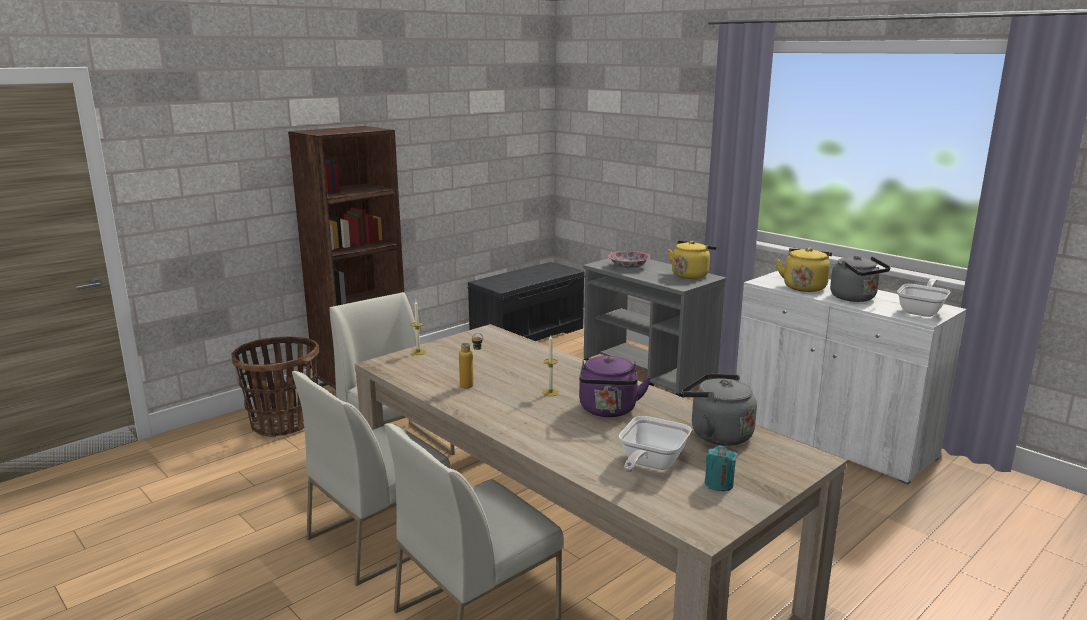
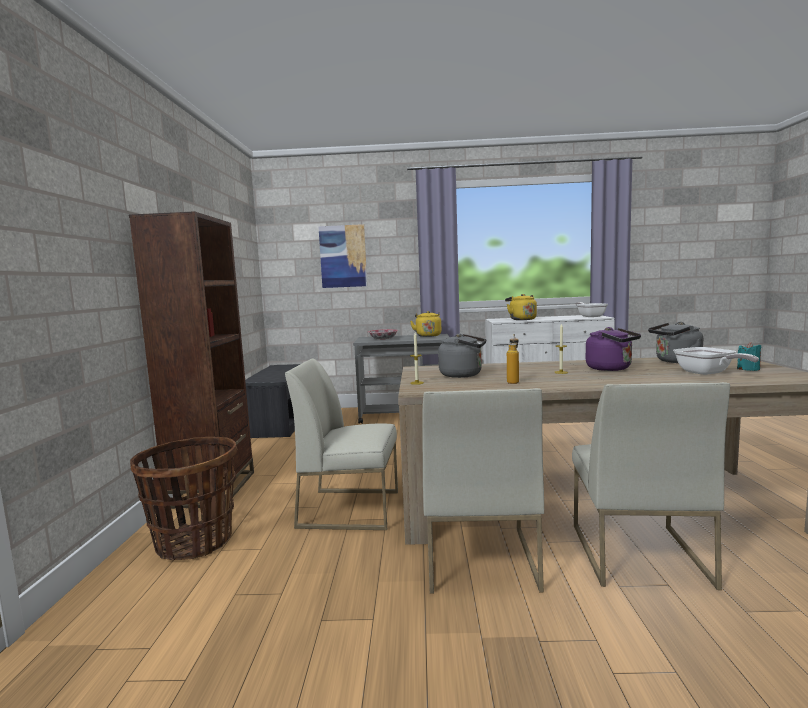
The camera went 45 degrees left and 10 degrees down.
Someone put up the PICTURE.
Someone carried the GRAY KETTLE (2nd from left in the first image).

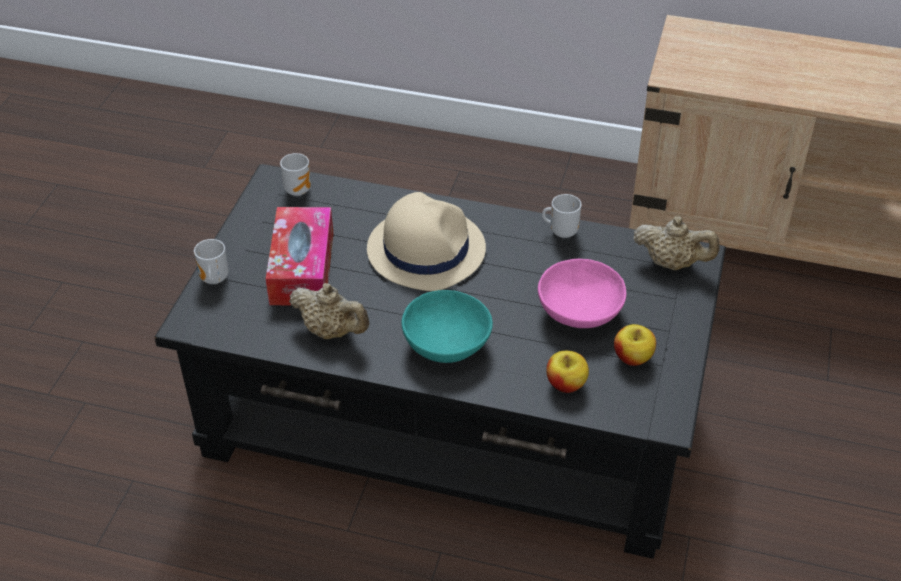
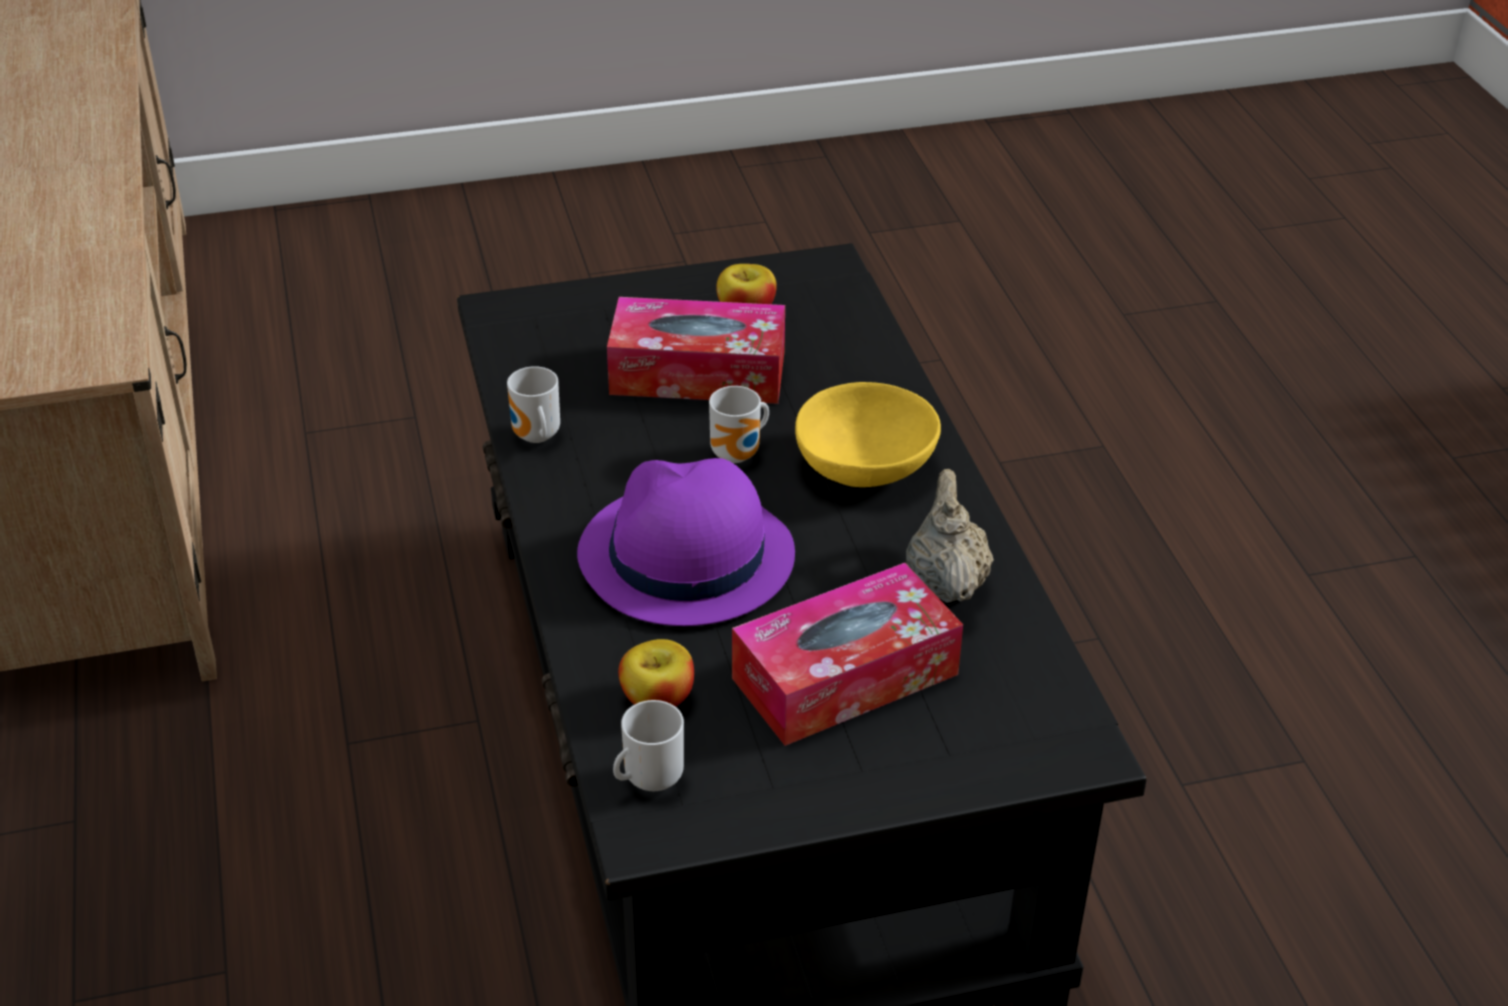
The camera went 120 degrees left and 5 degrees down.
Someone repainted the BEIGE-COLOURED HAT, which became the PURPLISH HAT.
Someone swapped the PINK DEEP DISH for the TISSUE HOLDER (1st from left).
Someone carried the APPLE (1st from left).
Someone carried the TEA MUG (1st from left in the first image).
Someone repainted the BLUE-GREEN DEEP DISH, which became the YELLOW DEEP DISH.
Someone took away the BEIGE-COLOURED TEAPOT (2nd from left).

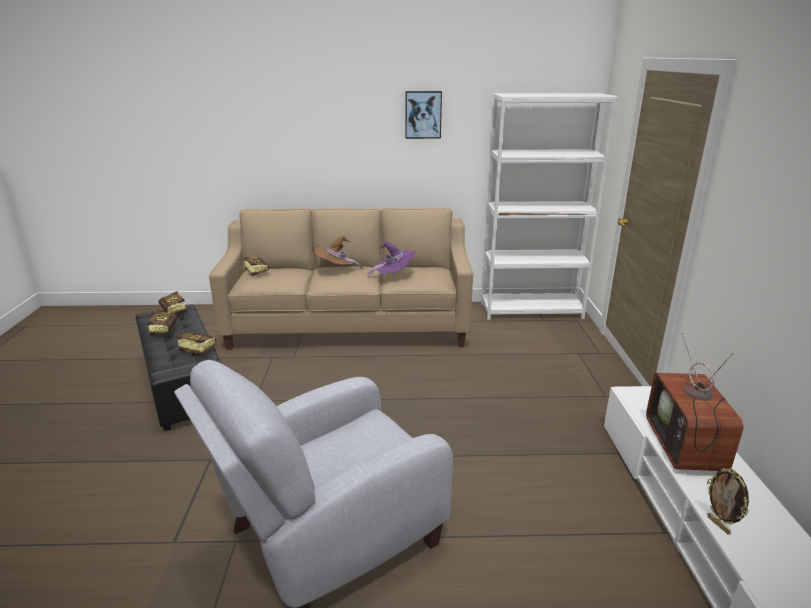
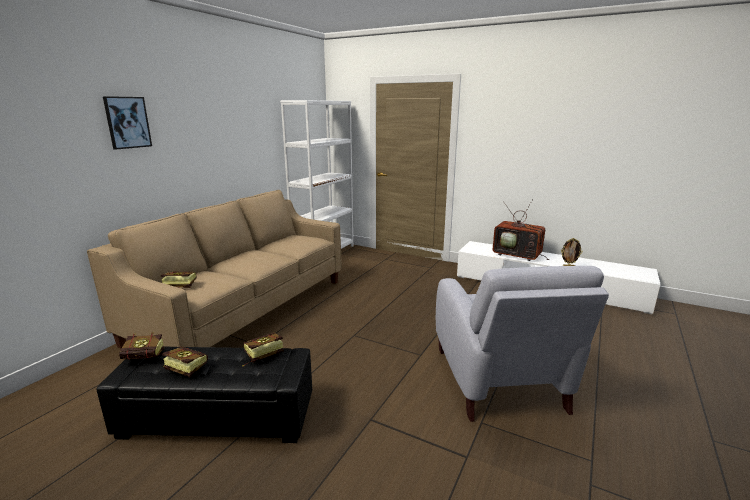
The camera went 60 degrees left and 5 degrees down.
Someone carried the PICTURE.
Someone took away the BROWNISH HAT.
Someone took away the PURPLISH HAT.

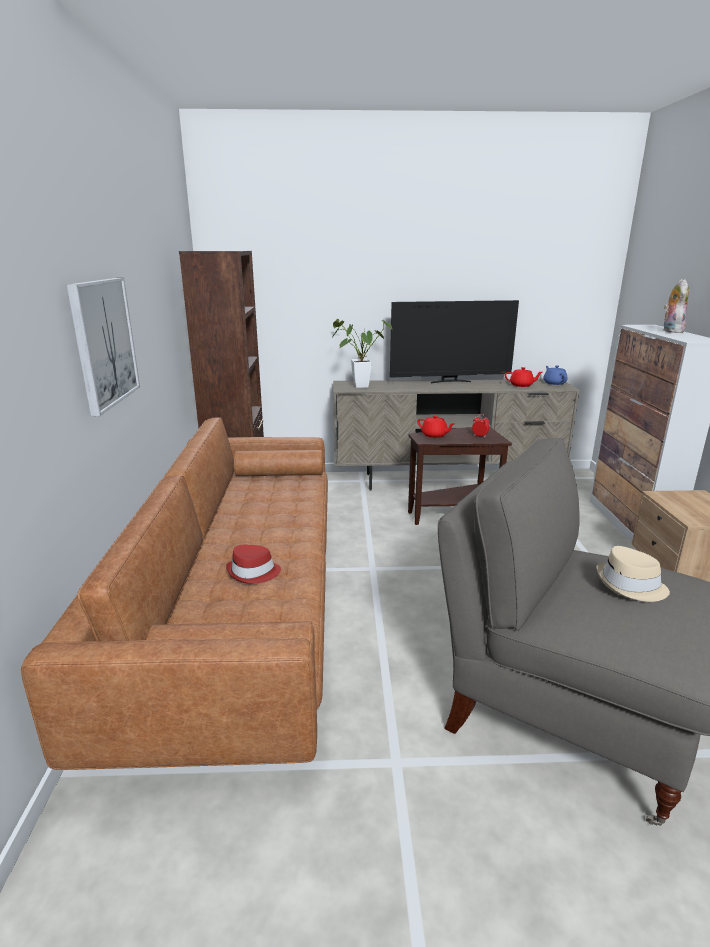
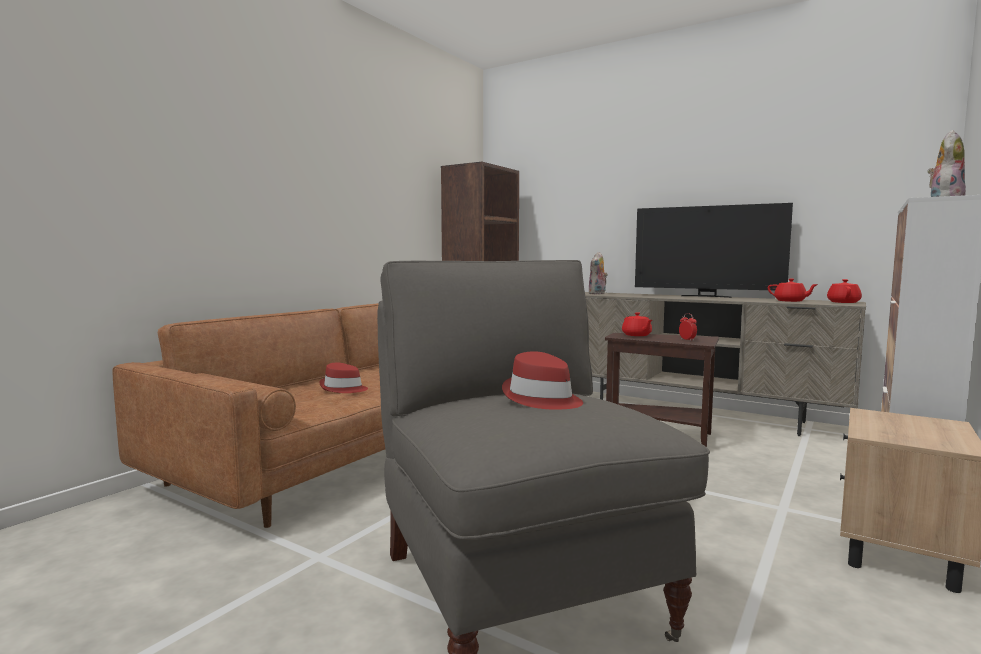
The camera went 35 degrees right and 15 degrees down.
Someone repainted the BEIGE-COLOURED HAT, which became the RED HAT (2nd from left).
Someone swapped the POTTED PLANT for the SOFT TOY (1st from left).
Someone repainted the BLUISH TEAPOT, which became the RED TEAPOT (3rd from left).
Someone took away the PICTURE.

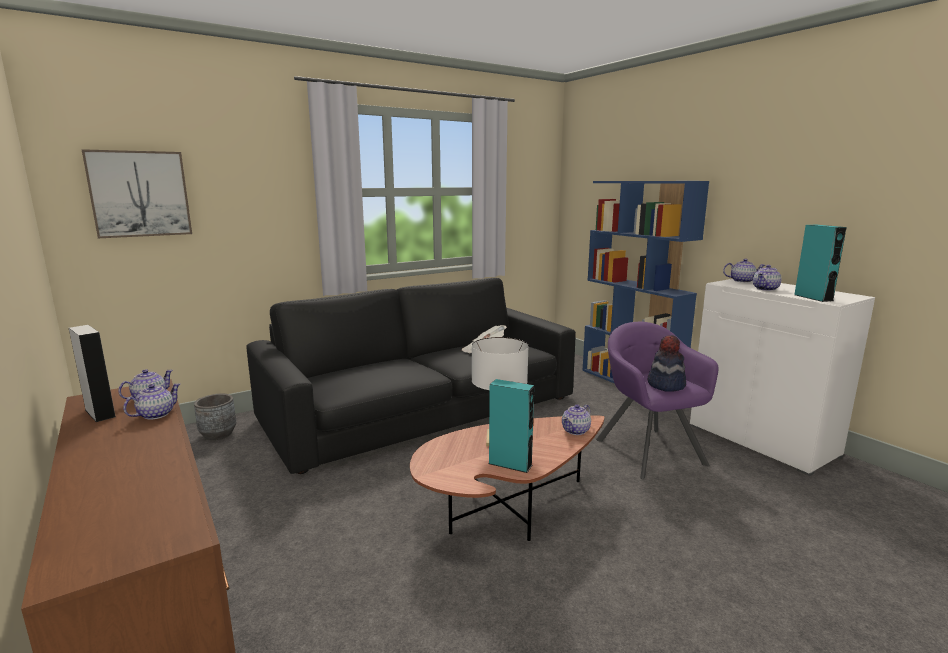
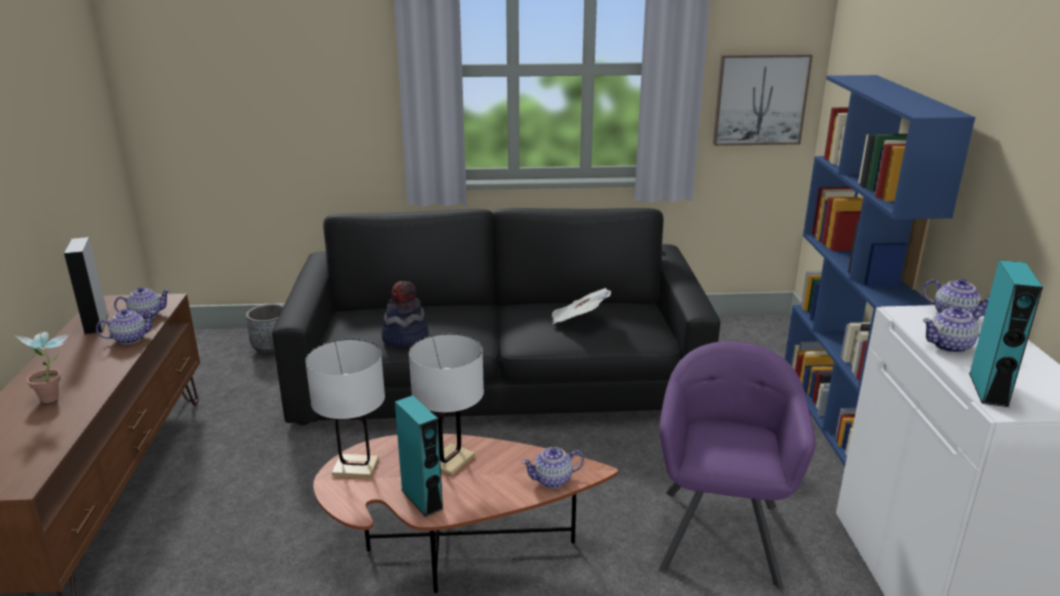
The camera went 30 degrees right and 10 degrees up.
Someone put down the POTTED PLANT.
Someone put down the WHITE TABLE LAMP (1st from left).
Someone carried the HAT.
Someone carried the PICTURE.

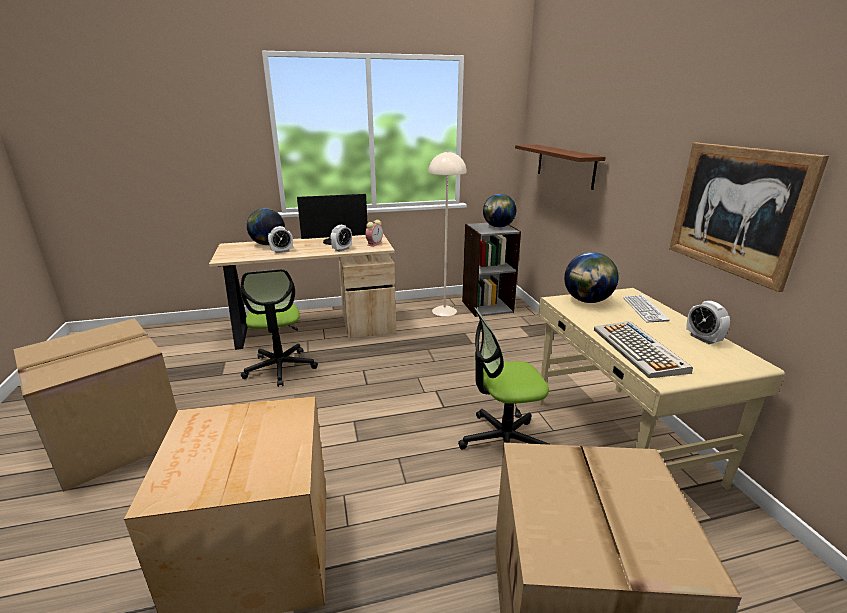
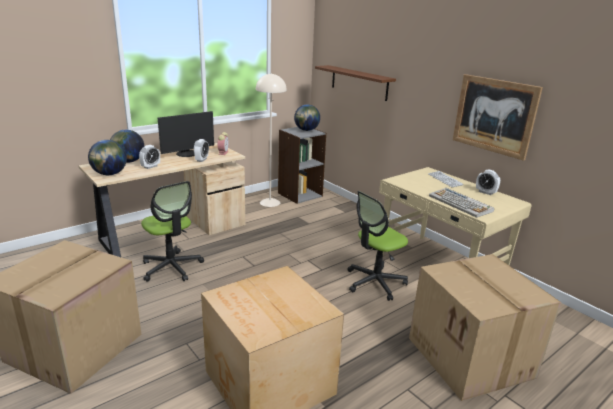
The camera went 25 degrees left and 0 degrees up.
Someone carried the DESK GLOBE (3rd from left in the first image).

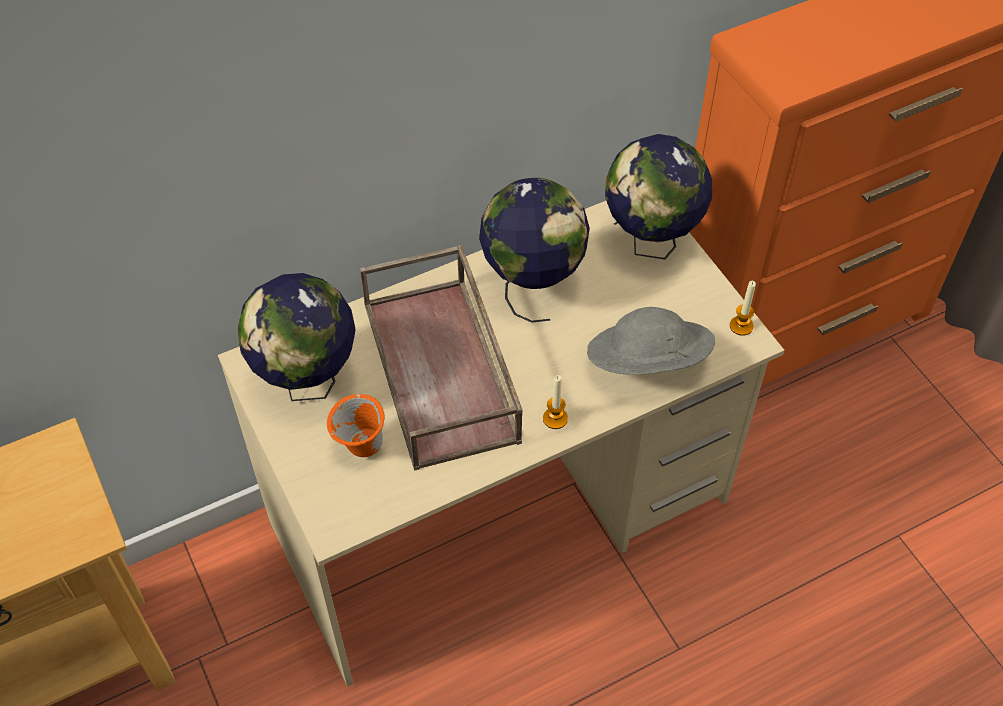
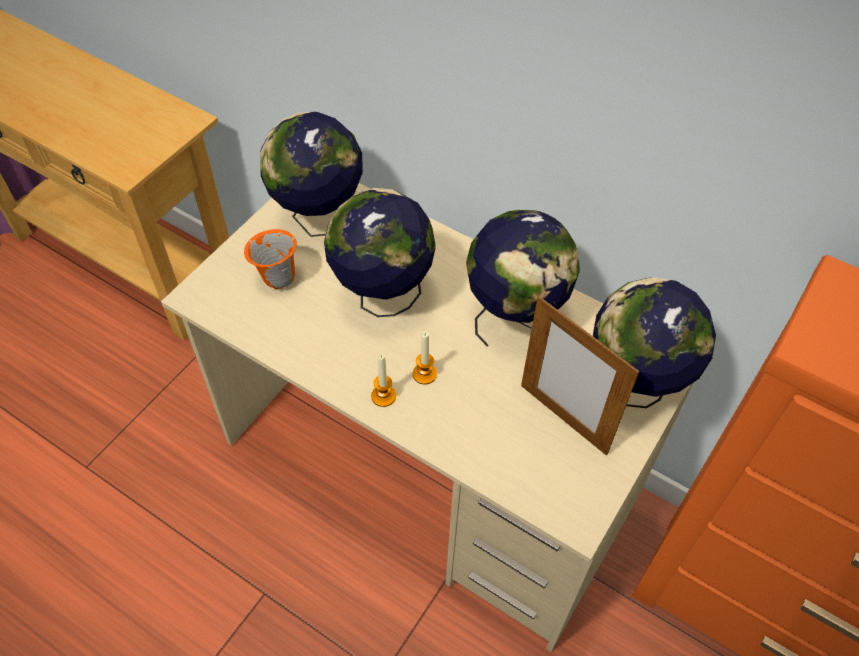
The camera went 60 degrees right and 0 degrees up.
Someone swapped the BROWNISH TRAY for the DESK GLOBE (2nd from left).
Someone carried the WAX LIGHT (2nd from left).
Someone put down the PHOTO FRAME.
Someone took away the GRAY HAT.

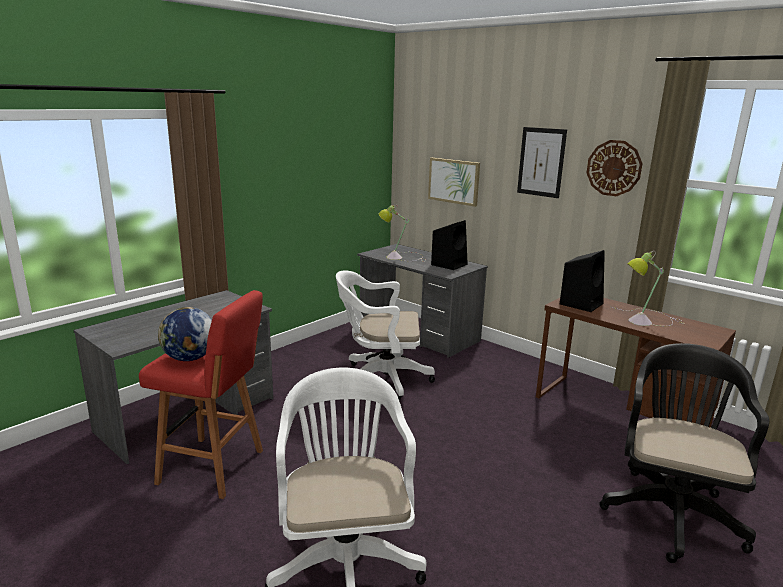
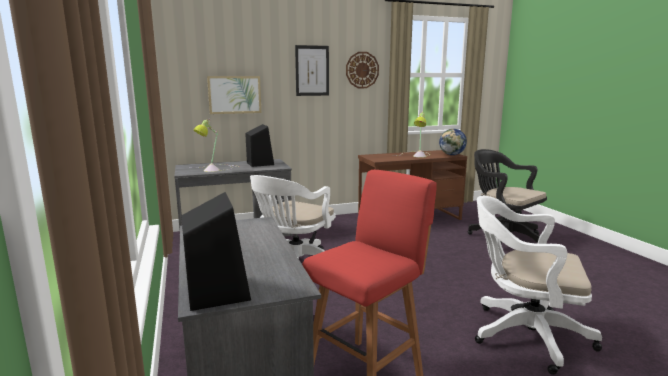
The camera went 60 degrees left and 5 degrees down.
Someone carried the BLACK-COLOURED LOUDSPEAKER (2nd from left in the first image).
Someone carried the DESK GLOBE.

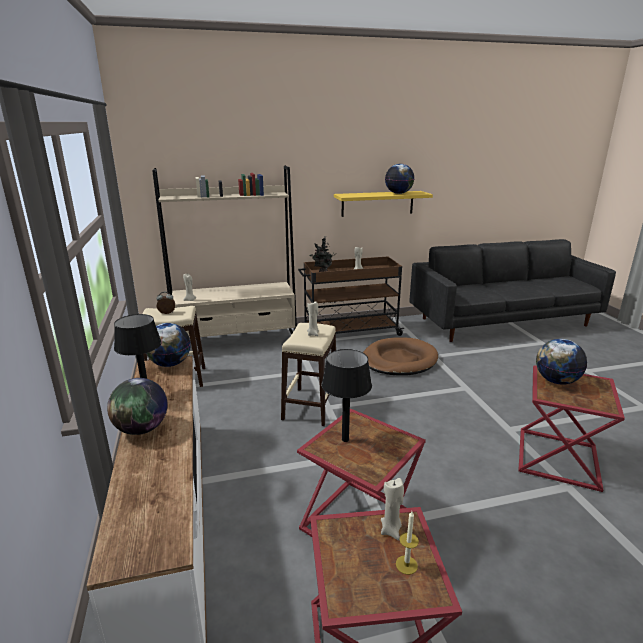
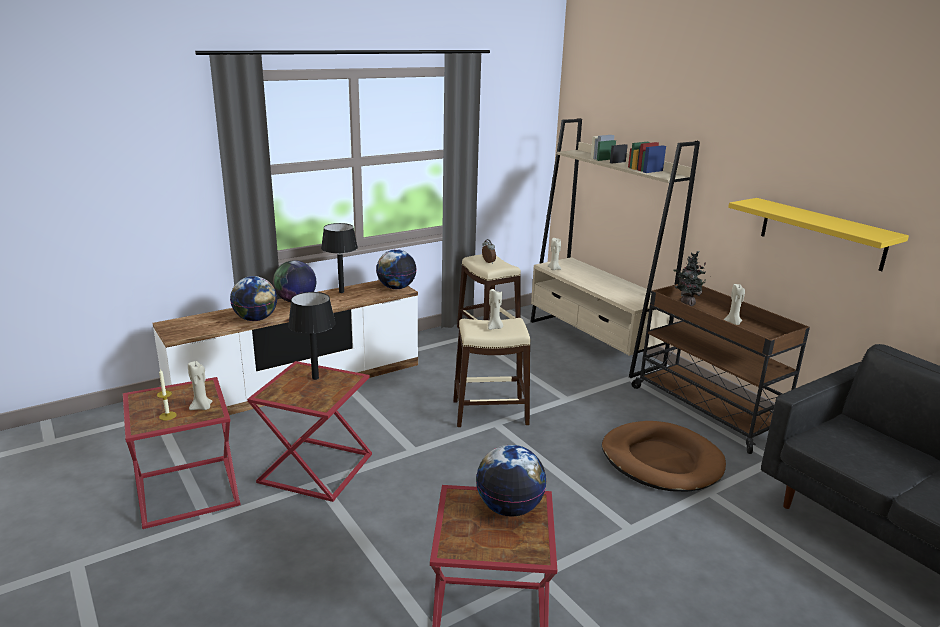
The camera went 70 degrees right and 0 degrees up.
Someone carried the DESK GLOBE (3rd from left in the first image).

